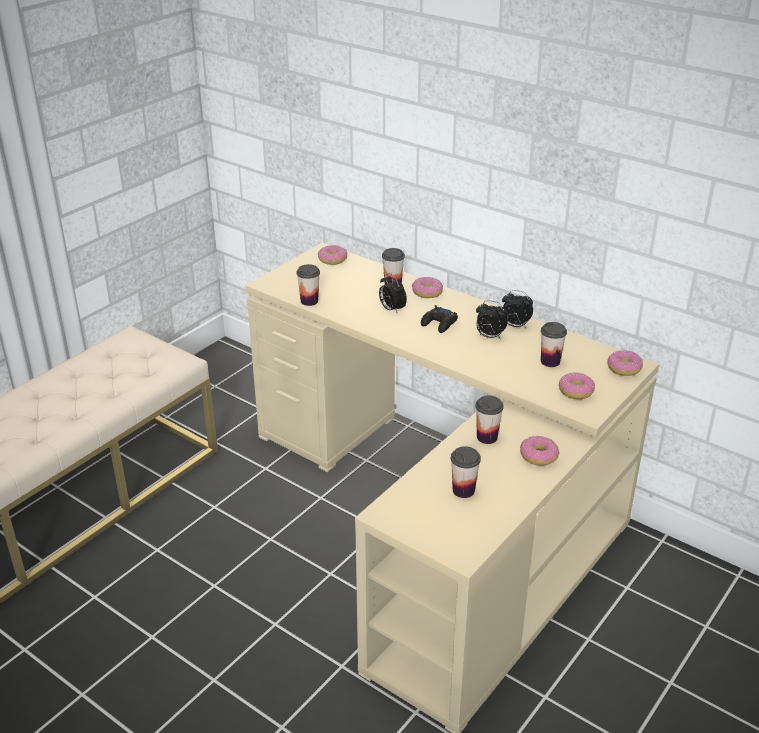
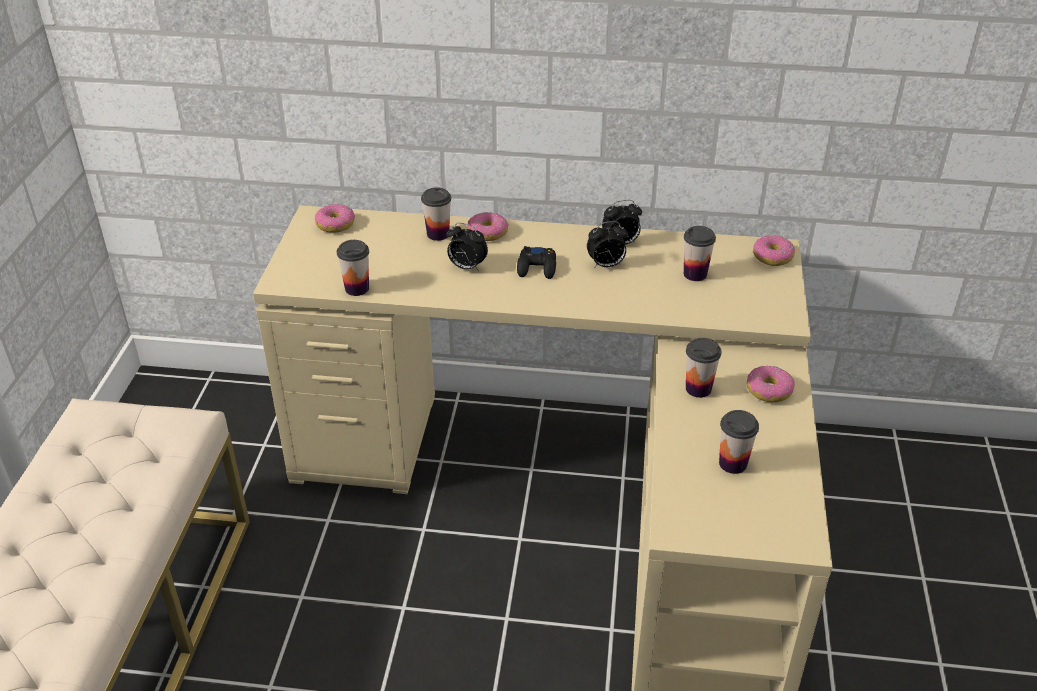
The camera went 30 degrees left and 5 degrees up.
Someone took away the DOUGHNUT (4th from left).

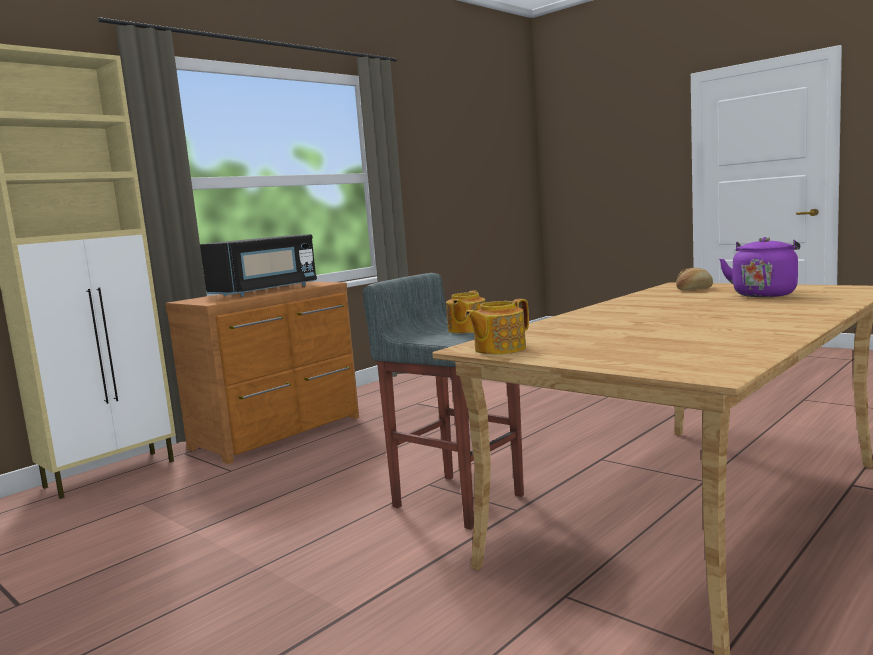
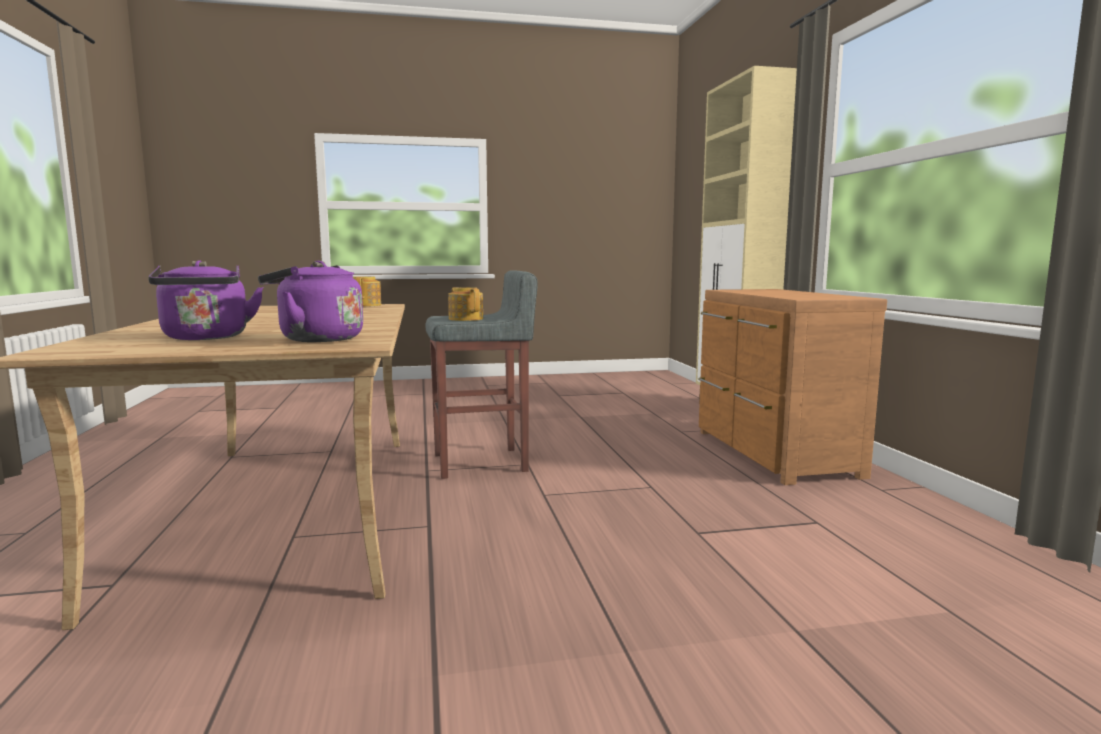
The camera went 125 degrees right and 0 degrees up.
Someone swapped the BREAD for the PURPLISH KETTLE (2nd from left).
Someone took away the BLACK-COLOURED MICROWAVE OVEN.

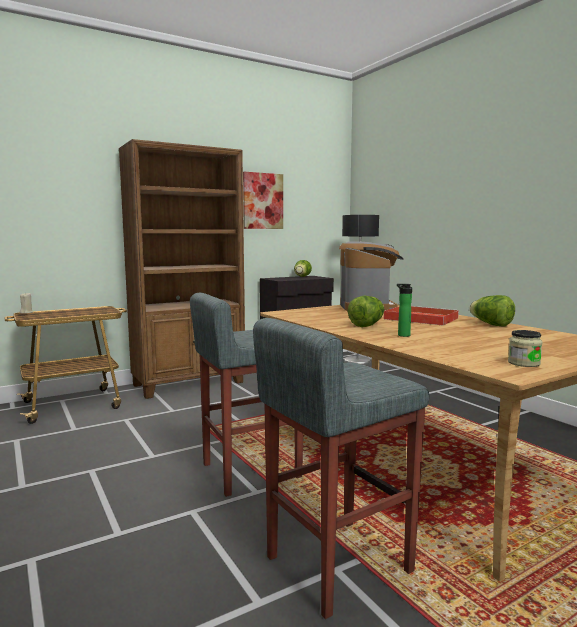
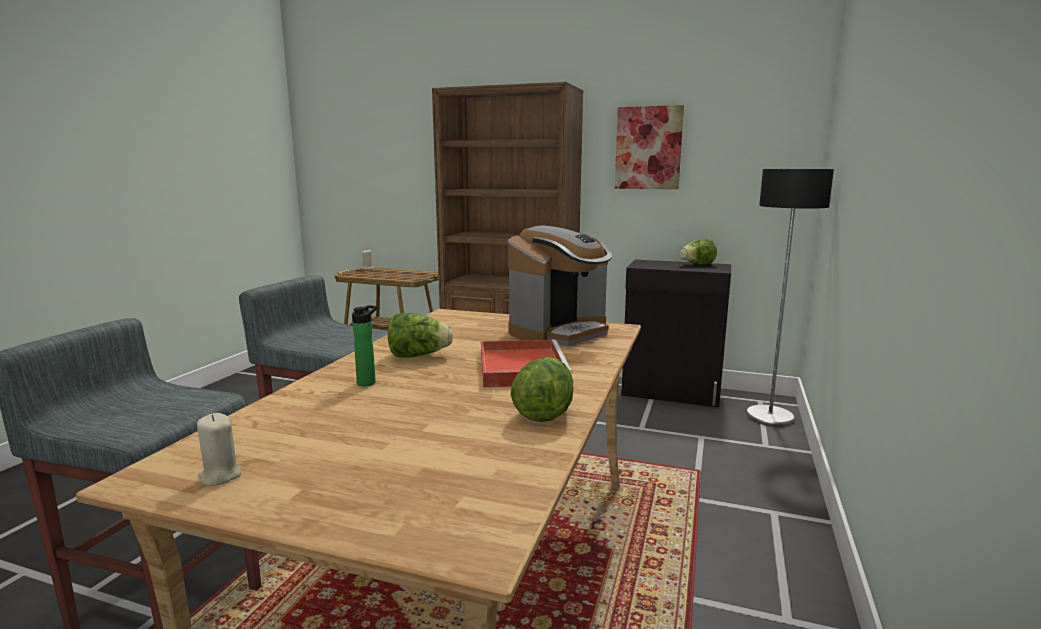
The camera went 50 degrees right and 5 degrees up.
Someone swapped the PRESERVE JAR for the BEIGE-COLOURED WAX LIGHT (1st from left).

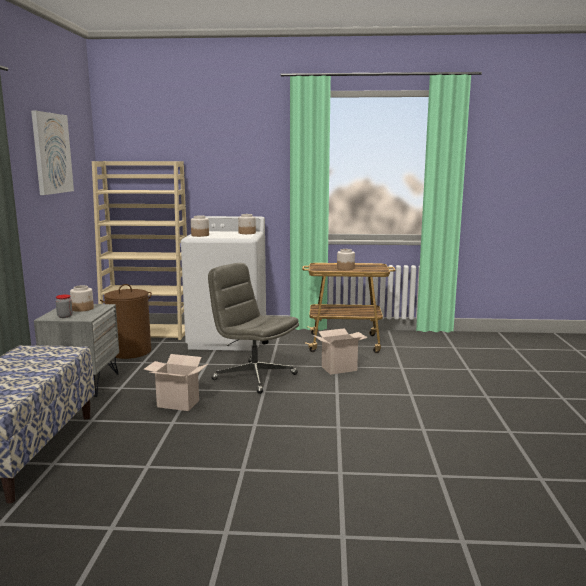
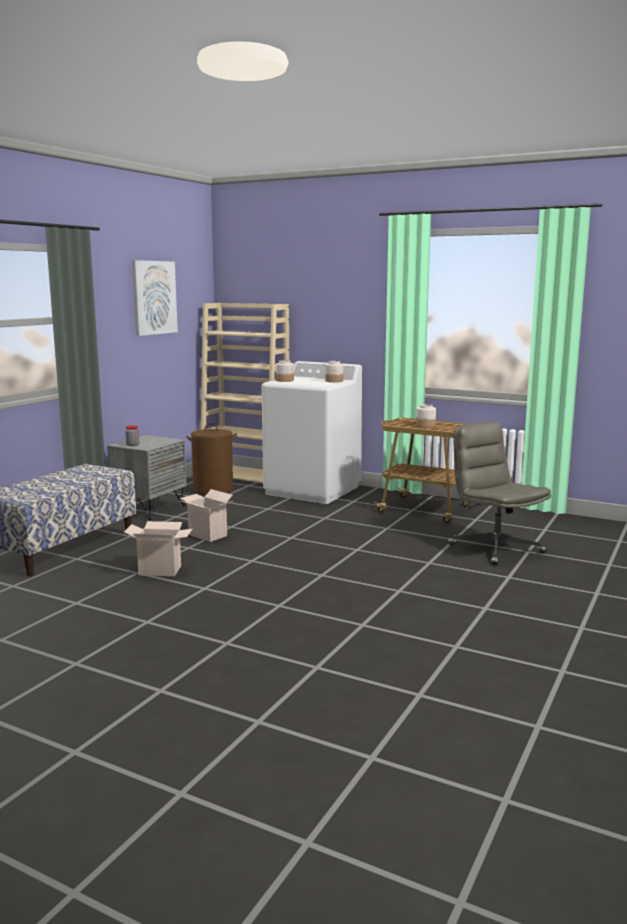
The camera went 25 degrees right and 0 degrees up.
Someone carried the PACKING BOX (2nd from left in the first image).
Someone carried the GRAY COMPUTER CHAIR.
Someone took away the PRESERVE JAR (2nd from left).

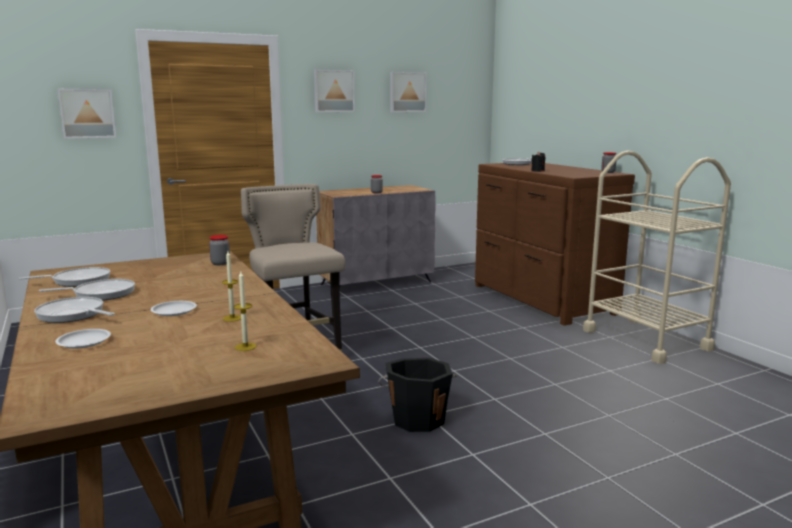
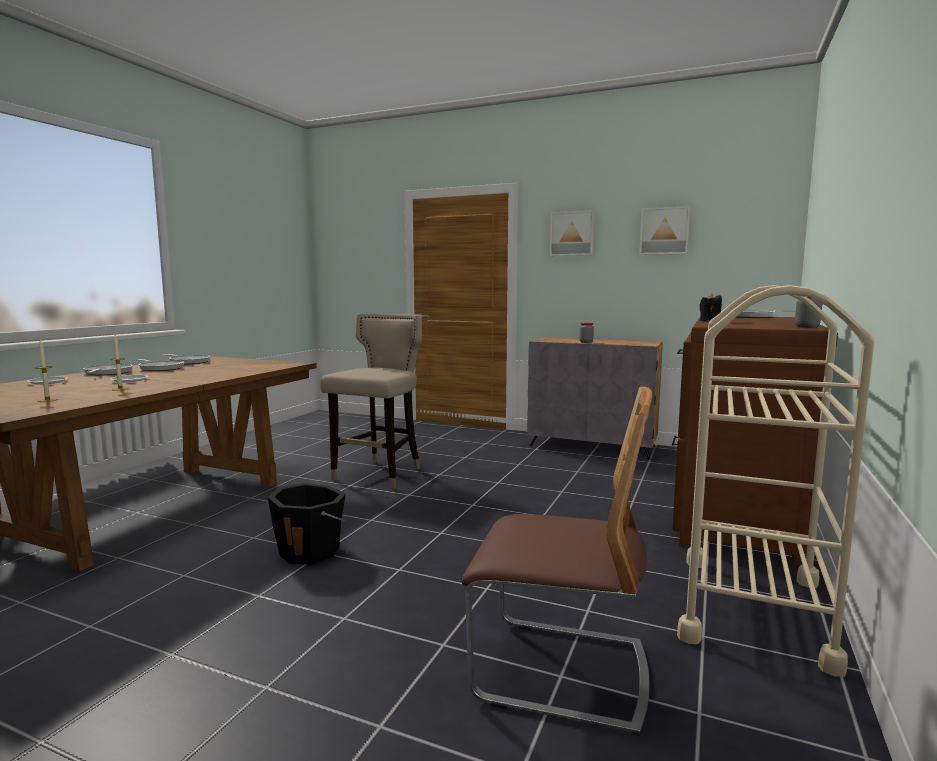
The camera went 50 degrees right and 5 degrees down.
Someone put down the UPRIGHT CHAIR.
Someone took away the PICTURE (1st from left).
Someone took away the PRESERVE JAR (1st from left).

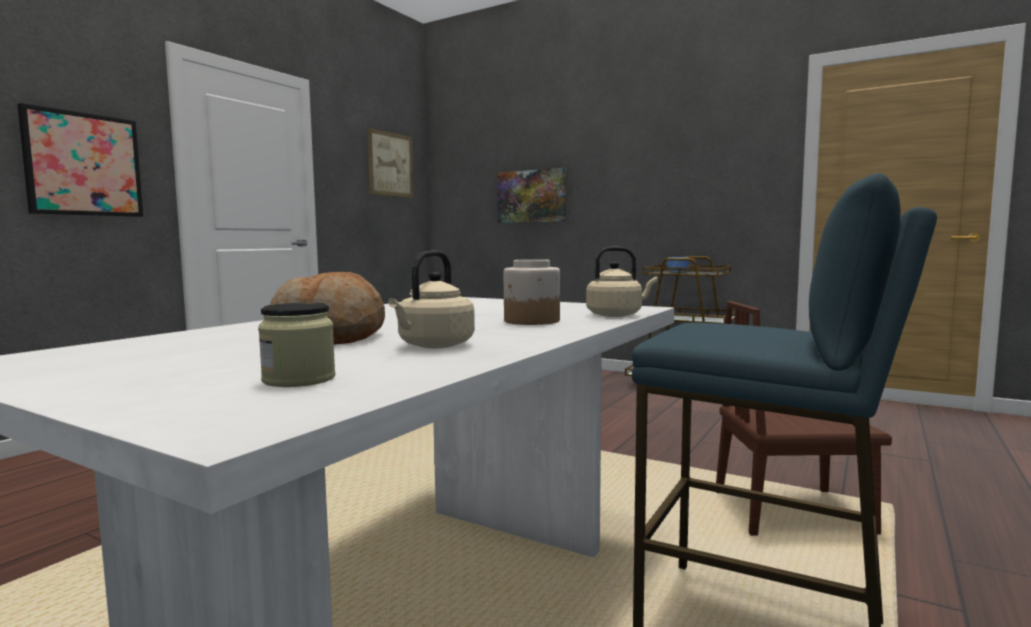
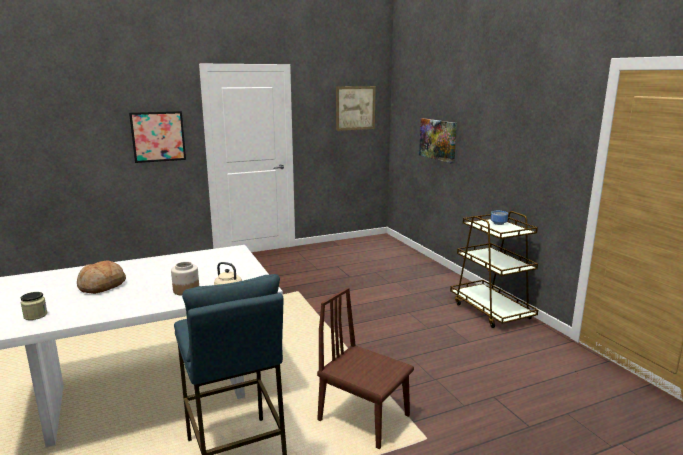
The camera went 35 degrees right and 10 degrees up.
Someone took away the BEIGE-COLOURED KETTLE (1st from left).

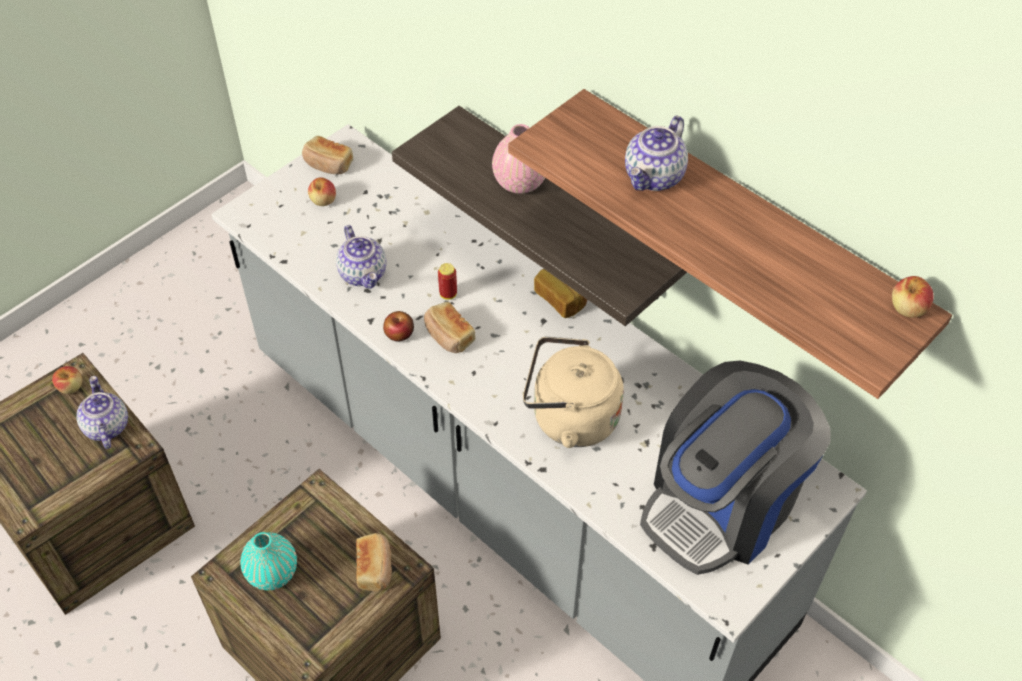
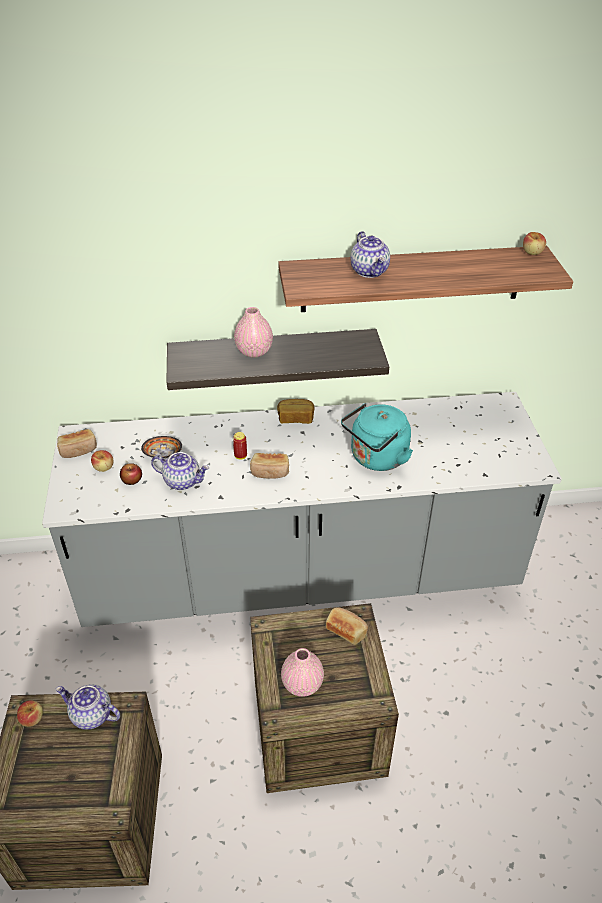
The camera went 50 degrees left and 10 degrees down.
Someone carried the APPLE (3rd from left).
Someone put down the DEEP DISH.
Someone repainted the BLUE-GREEN FLOWER VASE, which became the PINK FLOWER VASE (2nd from left).
Someone repainted the BEIGE-COLOURED KETTLE, which became the BLUE-GREEN KETTLE.
Someone took away the COFFEE BREWER.

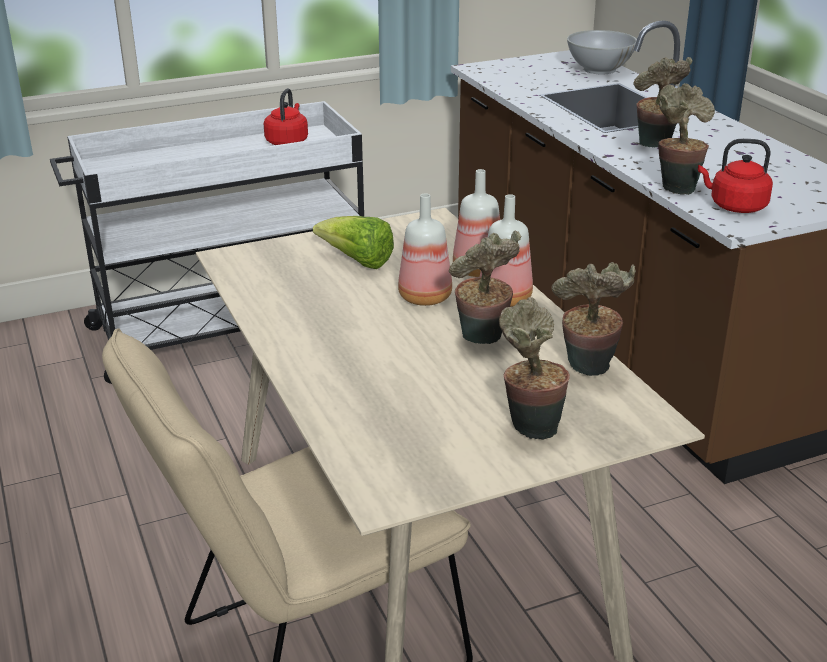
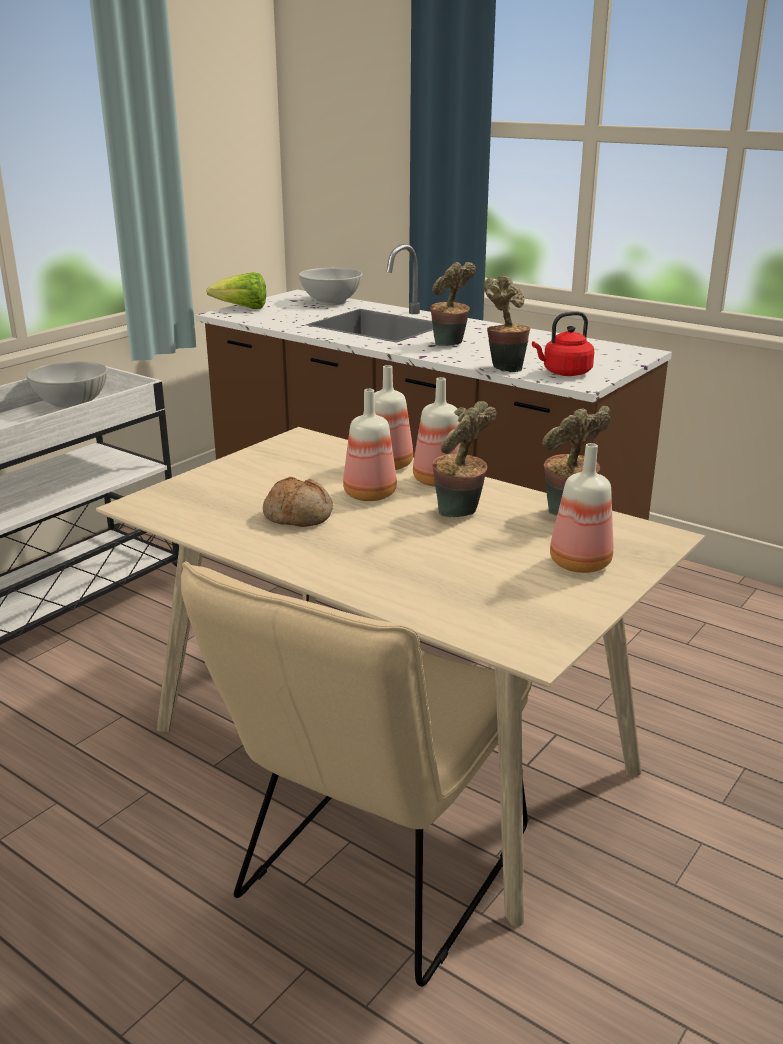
The camera went 30 degrees left and 5 degrees down.
Someone swapped the RED KETTLE (1st from left) for the WHITE DEEP DISH (1st from left).
Someone carried the HEAD OF LETTUCE.
Someone put down the BREAD.
Someone swapped the POTTED PLANT (2nd from left) for the BEVERAGE BOTTLE (4th from left).

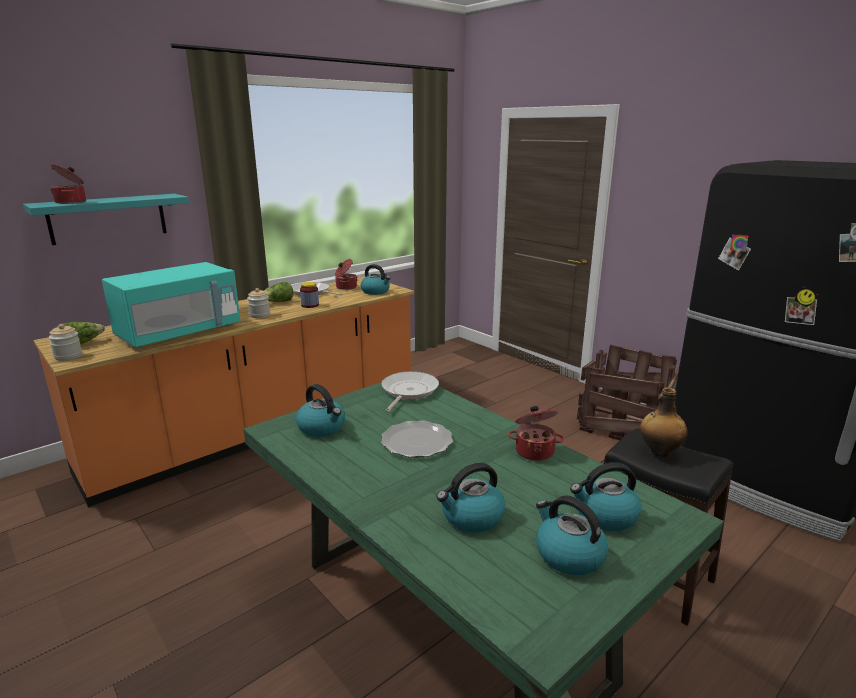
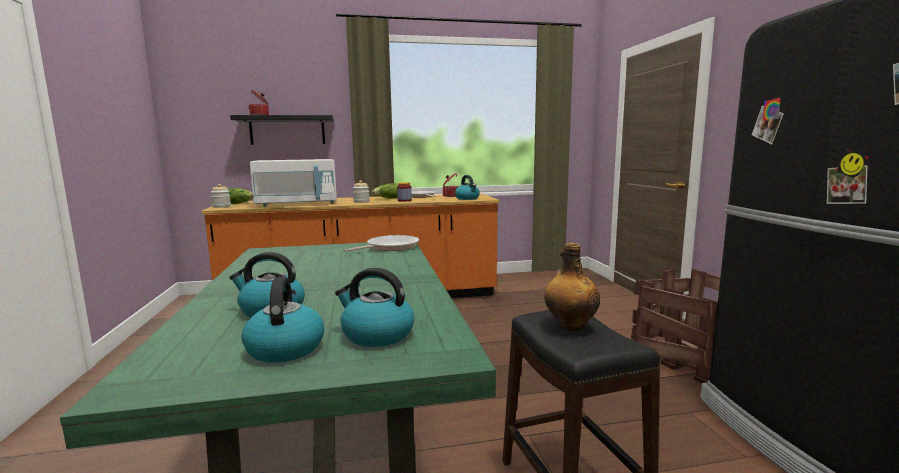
The camera went 30 degrees right and 10 degrees down.
Someone repainted the BLUE-GREEN WALL SHELF, which became the BLACK-COLOURED WALL SHELF.
Someone repainted the BLUE-GREEN MICROWAVE OVEN, which became the WHITE MICROWAVE OVEN.
Someone took away the KETTLE (1st from left).
Someone took away the PLATE.
Someone took away the SAUCEPOT (3rd from left).

